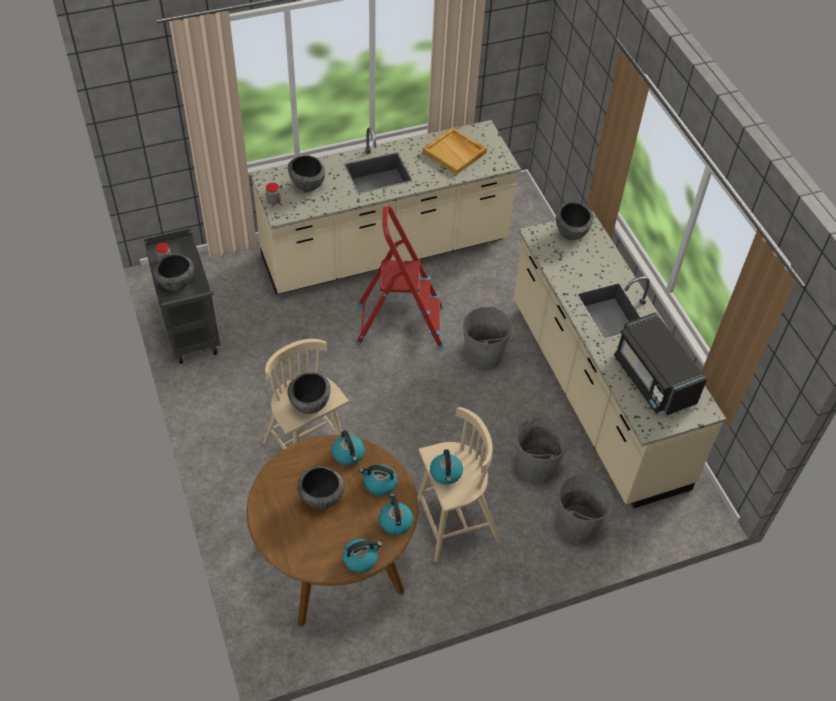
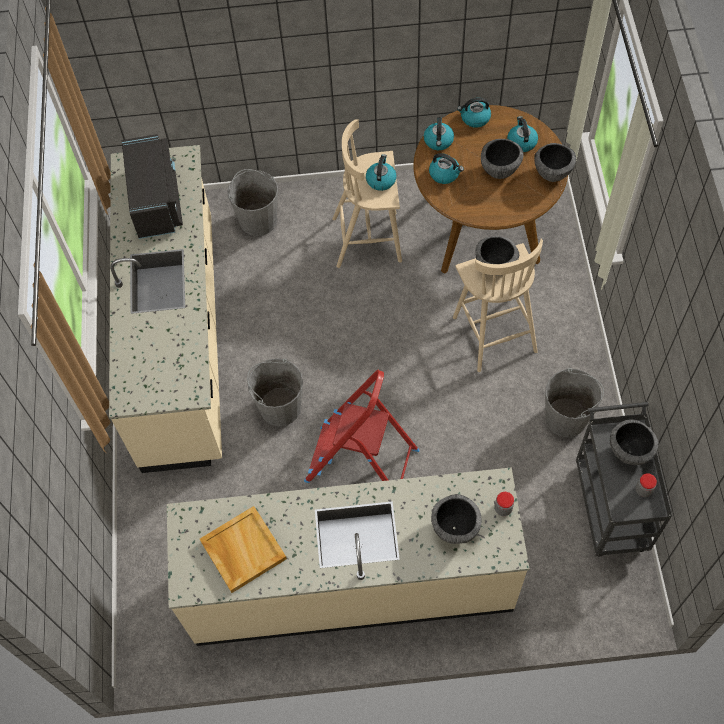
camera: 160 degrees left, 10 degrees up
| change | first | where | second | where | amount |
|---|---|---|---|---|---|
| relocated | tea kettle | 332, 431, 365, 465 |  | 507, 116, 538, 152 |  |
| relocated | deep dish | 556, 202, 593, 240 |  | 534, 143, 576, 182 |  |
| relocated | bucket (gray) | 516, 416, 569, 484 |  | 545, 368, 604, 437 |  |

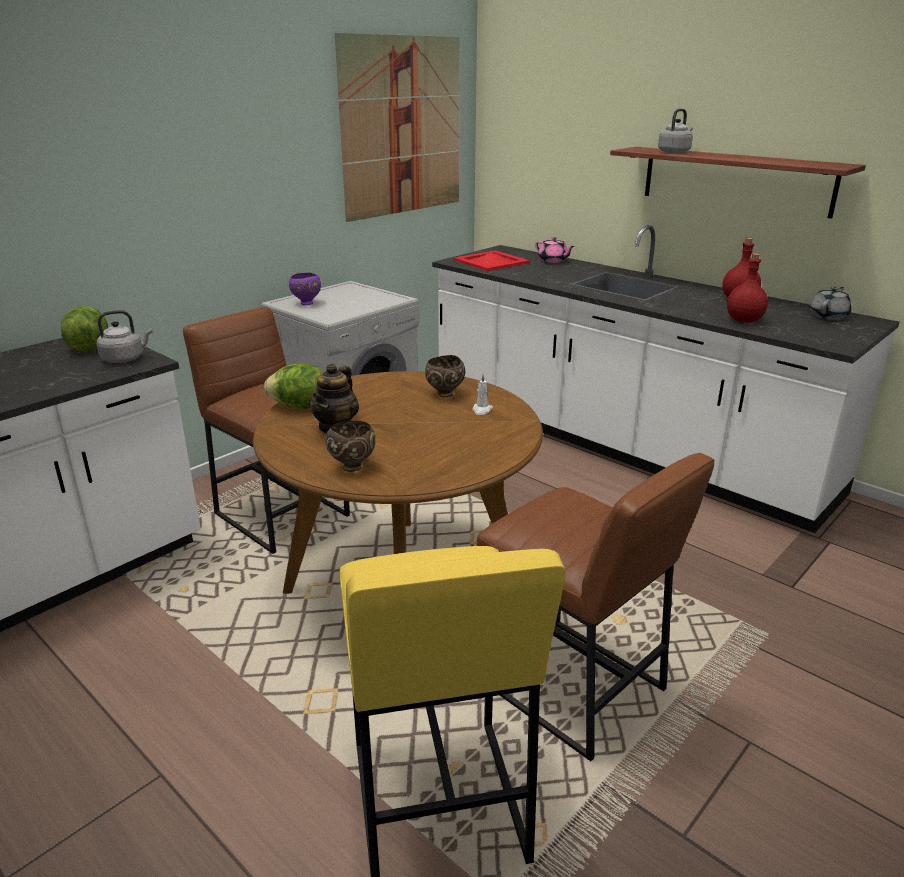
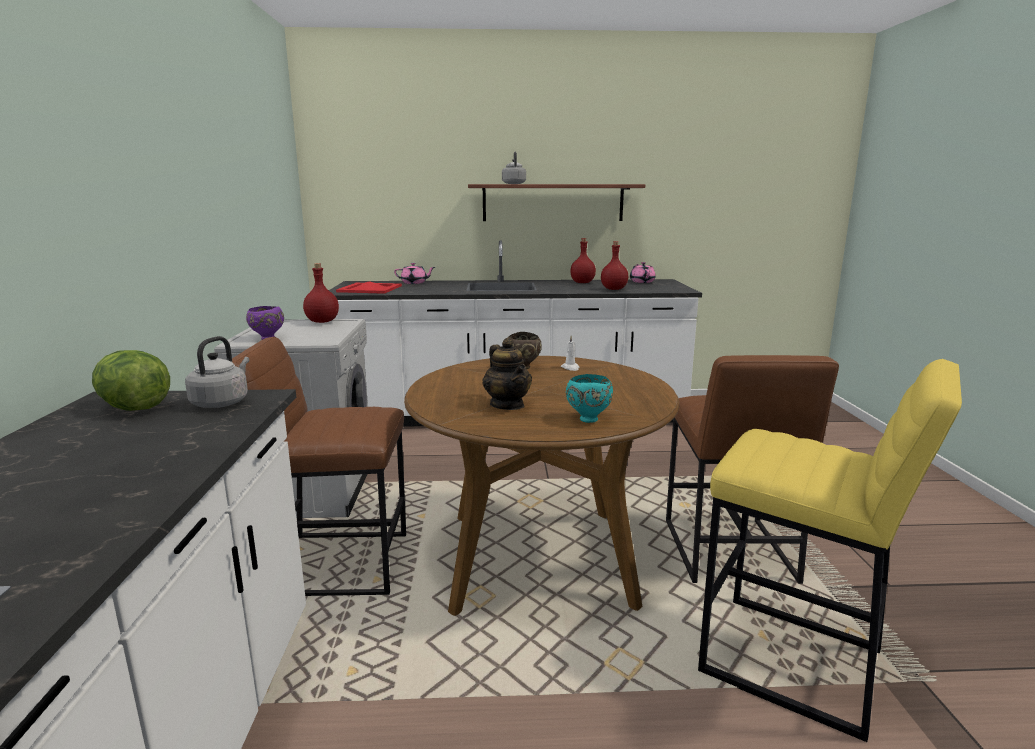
camera: 45 degrees left, 10 degrees down
| change | first | where | second | where | amount |
|---|---|---|---|---|---|
| appeared |  |  | bottle (red) | 303, 263, 339, 323 |  |
| colour | deep dish (brownish) | 326, 421, 376, 472 | deep dish (turquoise-coloured) | 566, 374, 613, 423 |  |
| colour | teapot (gray) | 809, 287, 852, 320 | teapot (pinkish) | 630, 262, 656, 283 |  |
| spun | chair (brownish) | 477, 453, 715, 761 |  | 666, 355, 839, 584 | 90 degrees clockwise |
| missing | lettuce head | 264, 364, 323, 409 |  |  |  |
| missing | picture | 335, 33, 460, 222 |  |  |  |

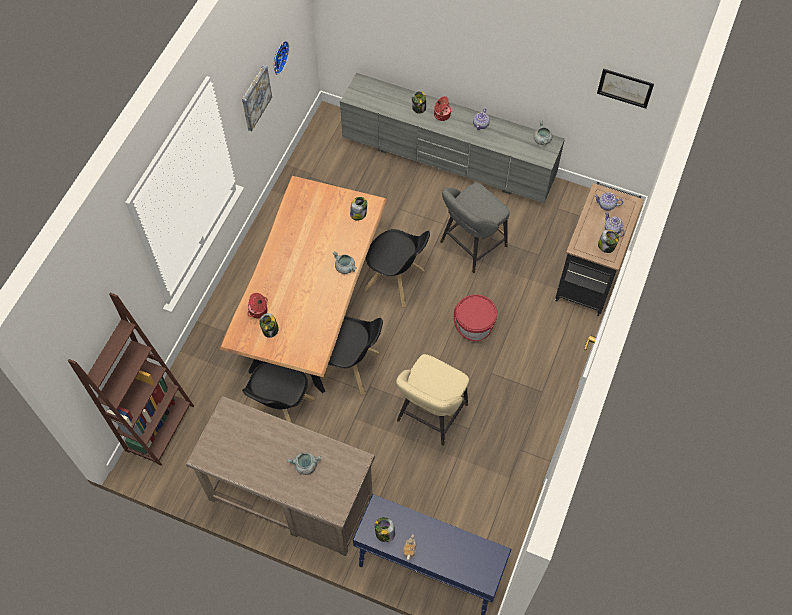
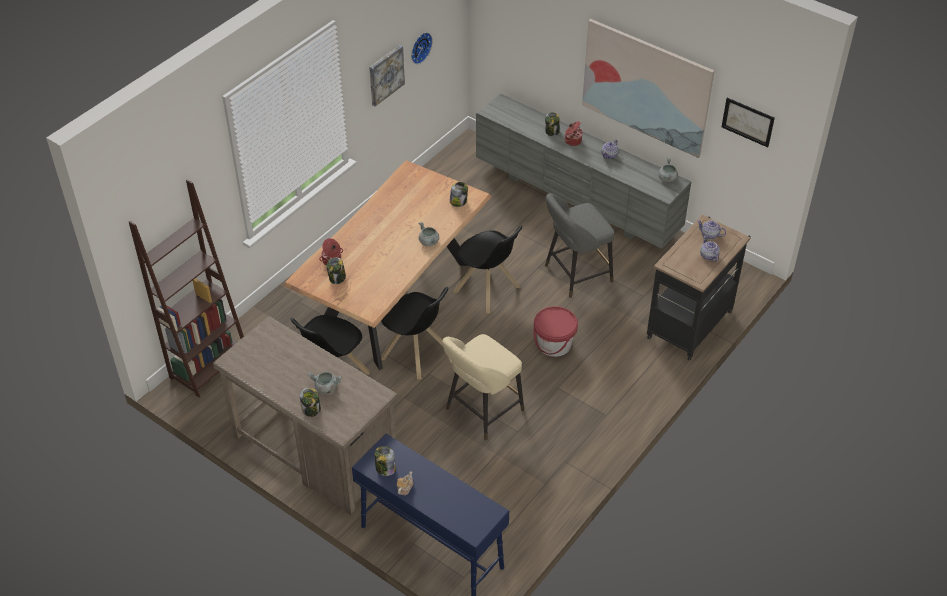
camera: 15 degrees right, 15 degrees down
| change | first | where | second | where | amount |
|---|---|---|---|---|---|
| relocated | jar | 598, 230, 619, 253 |  | 300, 388, 321, 417 |  |
| appeared |  |  | picture | 582, 19, 714, 158 |  |

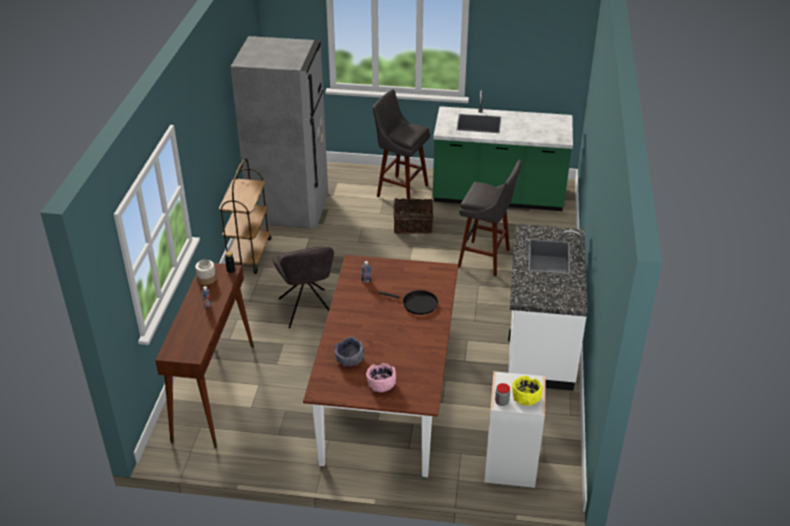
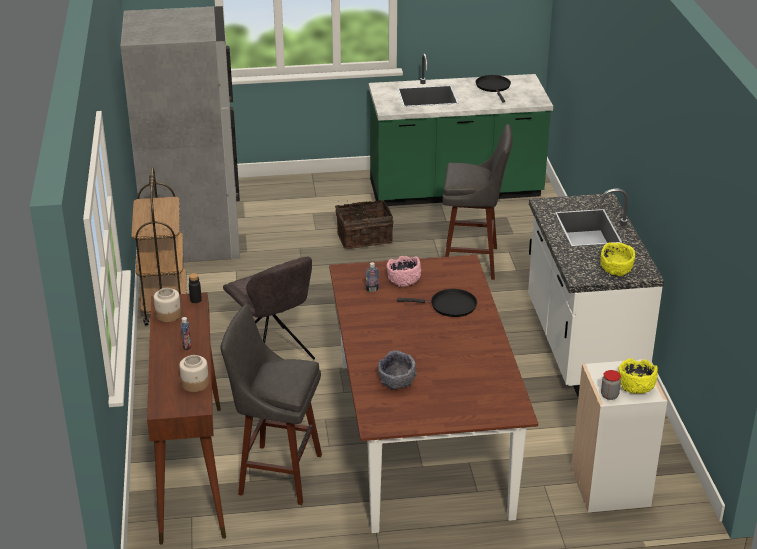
camera: 15 degrees left, 5 degrees down
| change | first | where | second | where | amount |
|---|---|---|---|---|---|
| appeared |  |  | jar | 179, 355, 209, 392 |  |
| relocated | sitting stool (gray) | 373, 89, 430, 199 |  | 220, 305, 322, 505 |  |
| relocated | deep dish (pinkish) | 366, 363, 396, 392 |  | 387, 255, 421, 287 |  |
| appeared |  |  | pan (blackish) | 476, 75, 511, 103 |  |
| appeared |  |  | deep dish (yellow) | 601, 242, 635, 276 |  |

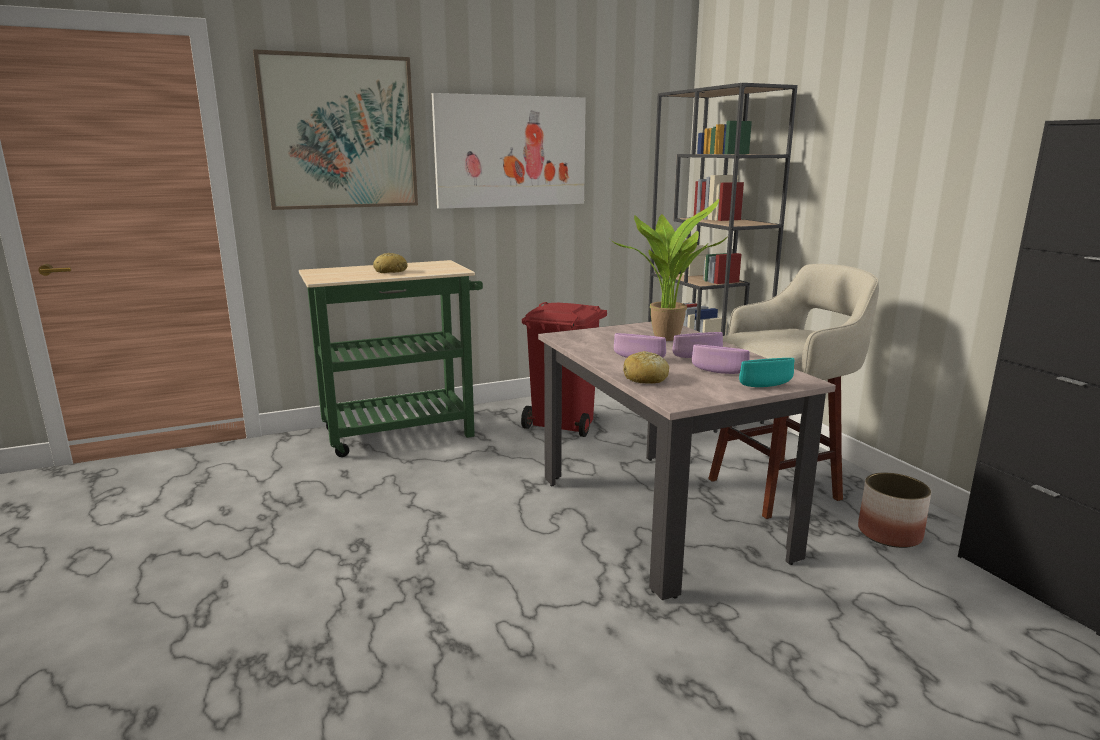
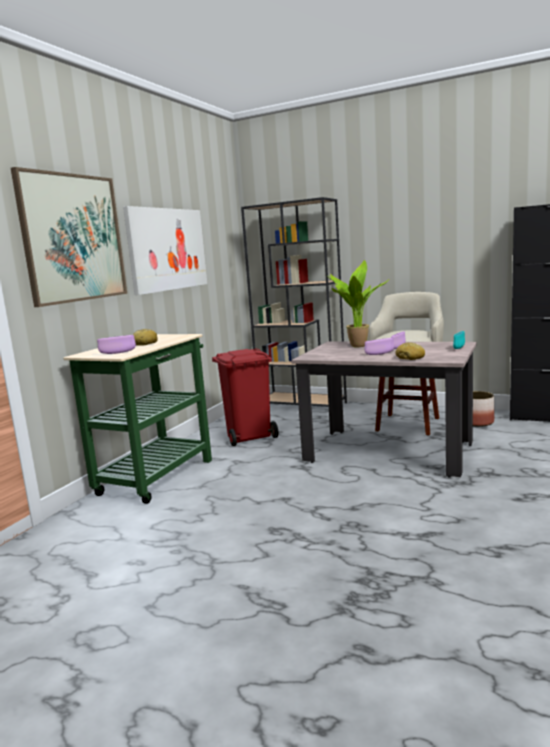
camera: 40 degrees left, 5 degrees down
| change | first | where | second | where | amount |
|---|---|---|---|---|---|
| relocated | deep dish (purple) | 692, 345, 750, 374 |  | 97, 335, 136, 354 |  |

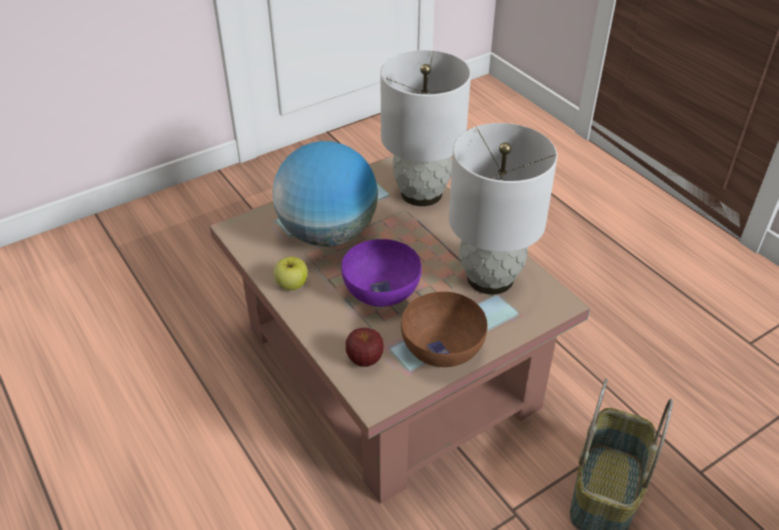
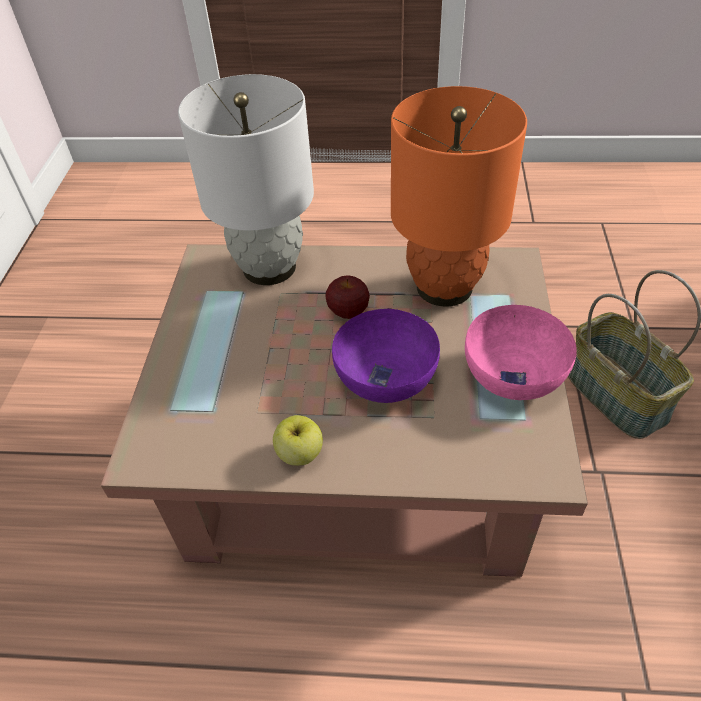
camera: 50 degrees left, 5 degrees up
| change | first | where | second | where | amount |
|---|---|---|---|---|---|
| relocated | apple | 346, 328, 384, 367 |  | 325, 275, 370, 319 |  |
| colour | lamp for a table (white-coloured) | 449, 123, 557, 295 | lamp for a table (orange-coloured) | 391, 86, 527, 306 |  |
| colour | deep dish (brownish) | 401, 292, 487, 367 | deep dish (pinkish) | 465, 305, 577, 400 |  |
| missing | desk globe | 272, 141, 378, 246 |  |  |  |

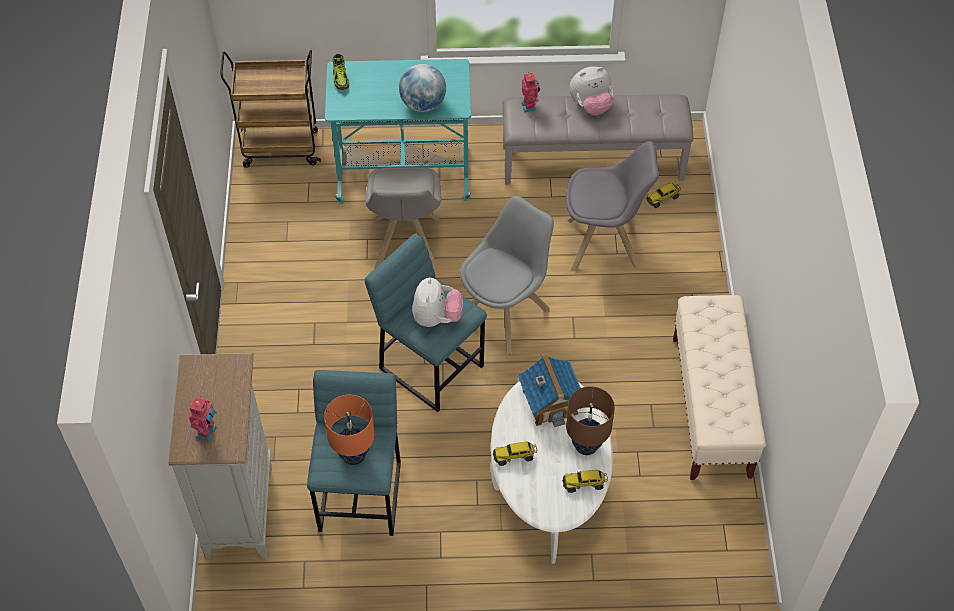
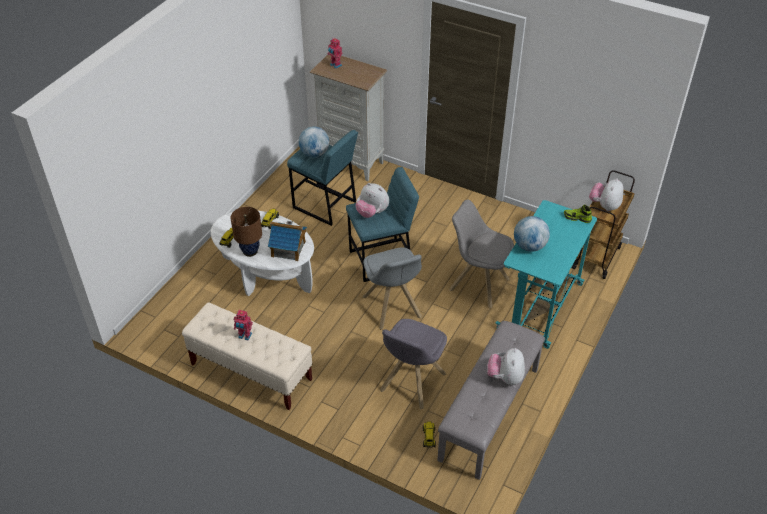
camera: 120 degrees right, 10 degrees down
| change | first | where | second | where | amount |
|---|---|---|---|---|---|
| relocated | model robot | 521, 71, 540, 112 |  | 234, 310, 253, 340 |  |
| exchanged | lamp for a table (orange-coloured) | 324, 395, 375, 465 | desk globe | 299, 126, 329, 157 |  |
| appeared |  |  | soft toy | 589, 178, 623, 211 |  |

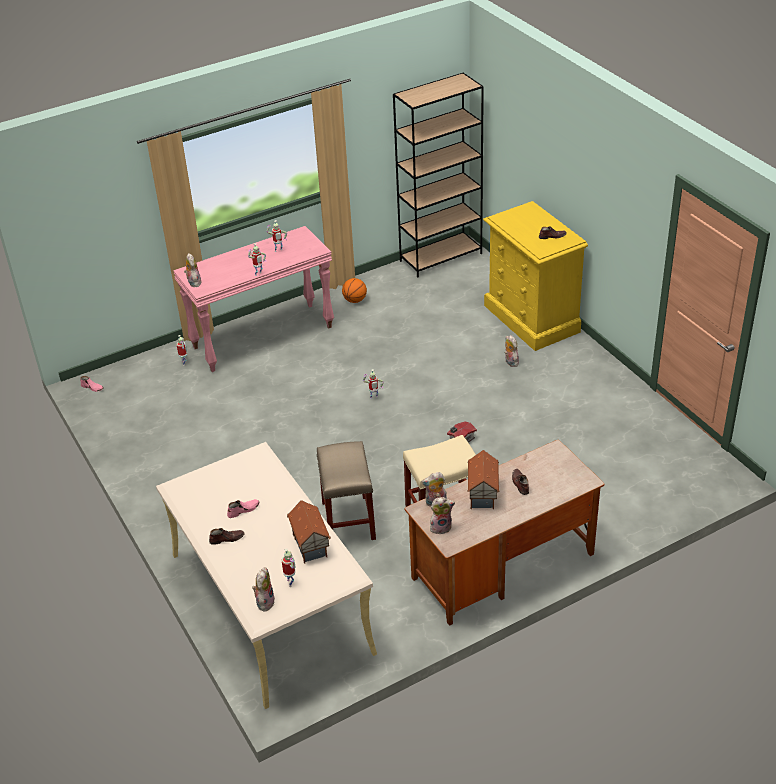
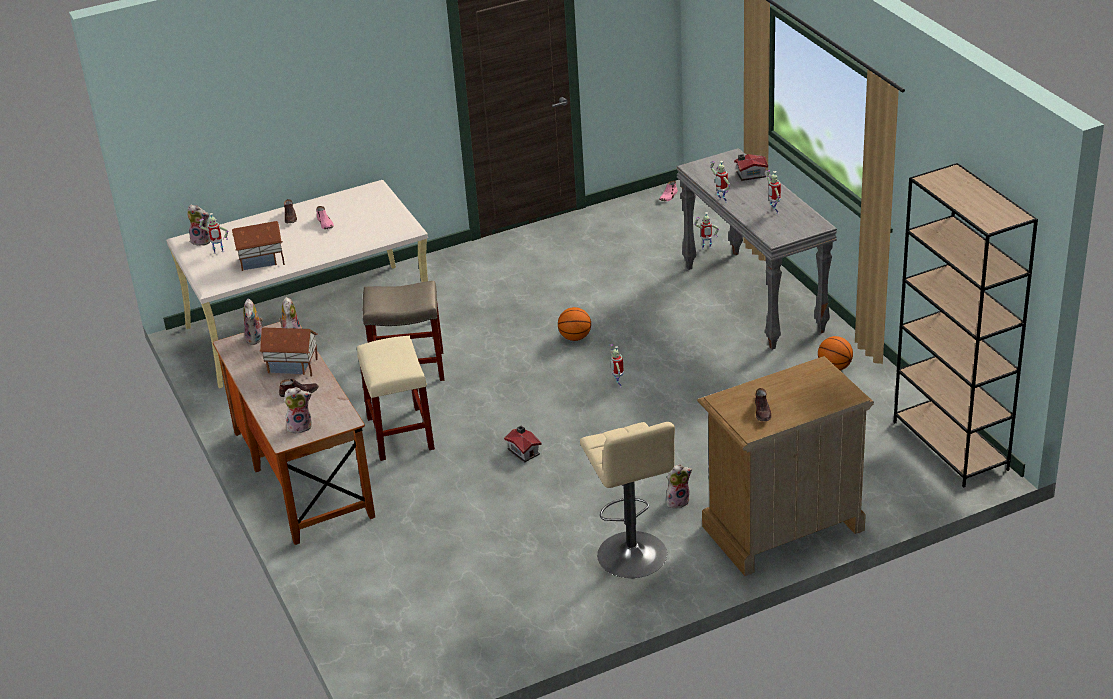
camera: 95 degrees right, 5 degrees down
| change | first | where | second | where | amount |
|---|---|---|---|---|---|
| relocated | soft toy | 184, 253, 202, 287 |  | 283, 387, 312, 435 |  |
| appeared |  |  | ball for basketball | 558, 307, 591, 341 |  |
| appeared |  |  | sitting stool (beige) | 580, 422, 675, 578 |  |
| colour | console table (pinkish) | 173, 226, 334, 372 | console table (gray) | 677, 148, 837, 350 |  |
| colour | chest of drawers (yellow) | 483, 201, 588, 351 | chest of drawers (brownish) | 697, 356, 874, 576 |  |
| appeared |  |  | miniature house | 734, 154, 768, 181 |  |

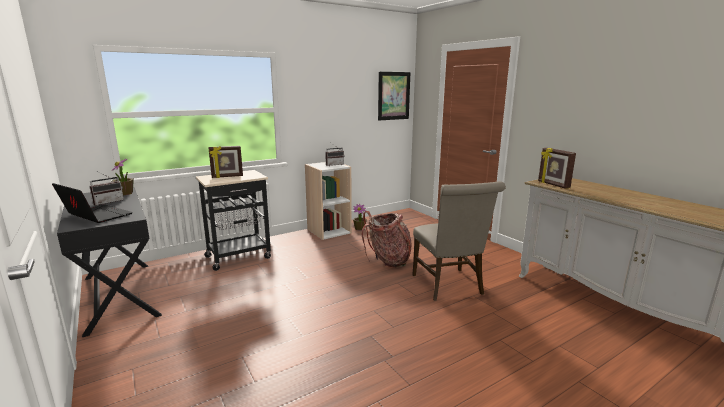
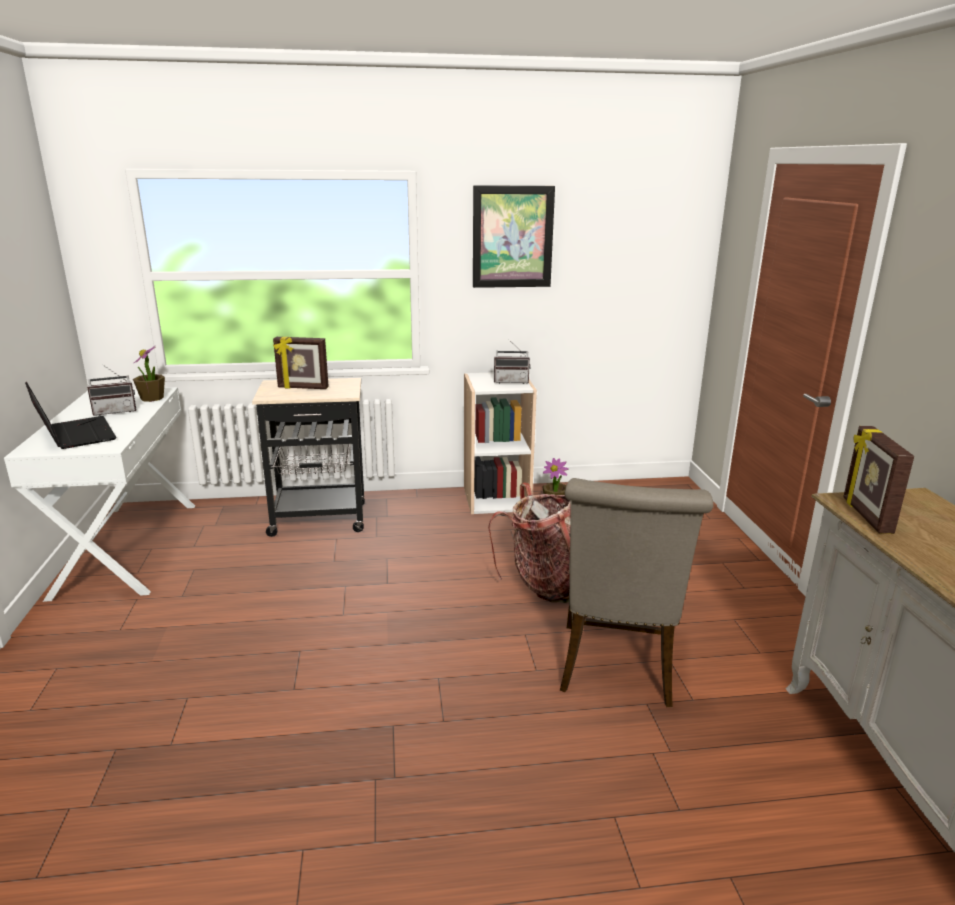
camera: 25 degrees right, 5 degrees up
| change | first | where | second | where | amount |
|---|---|---|---|---|---|
| colour | desk (blackish) | 57, 187, 162, 337 | desk (white-coloured) | 4, 387, 195, 602 |  |
| relocated | picture | 378, 72, 410, 121 |  | 473, 185, 555, 288 |  |

